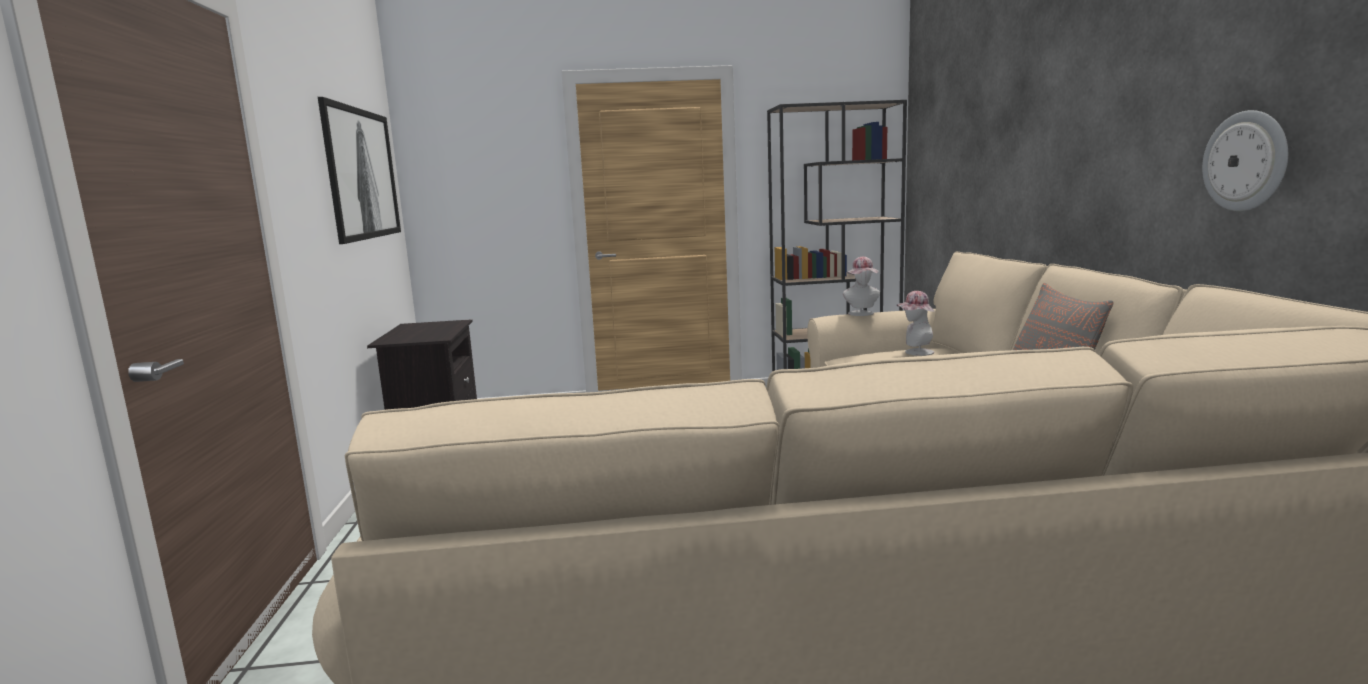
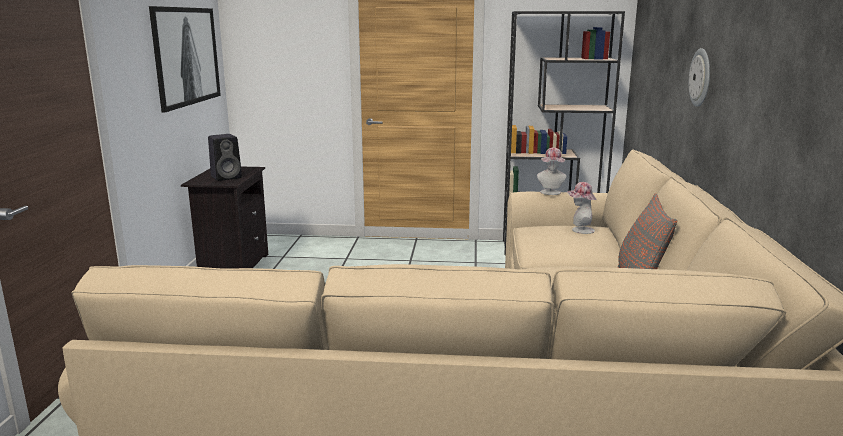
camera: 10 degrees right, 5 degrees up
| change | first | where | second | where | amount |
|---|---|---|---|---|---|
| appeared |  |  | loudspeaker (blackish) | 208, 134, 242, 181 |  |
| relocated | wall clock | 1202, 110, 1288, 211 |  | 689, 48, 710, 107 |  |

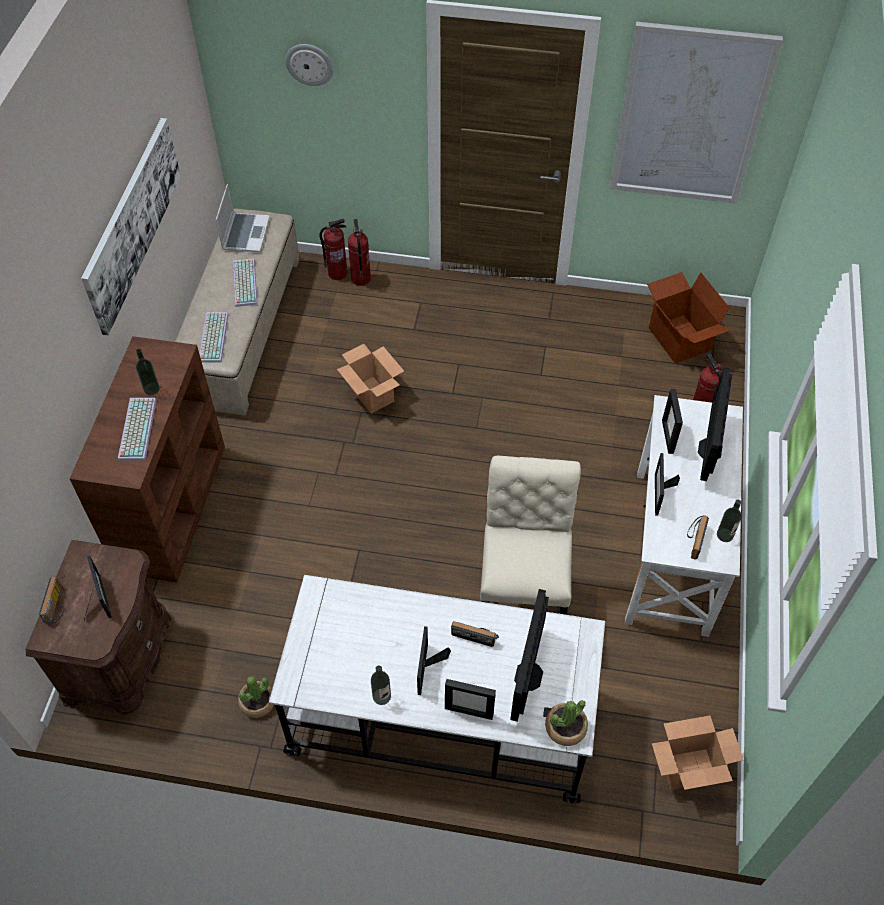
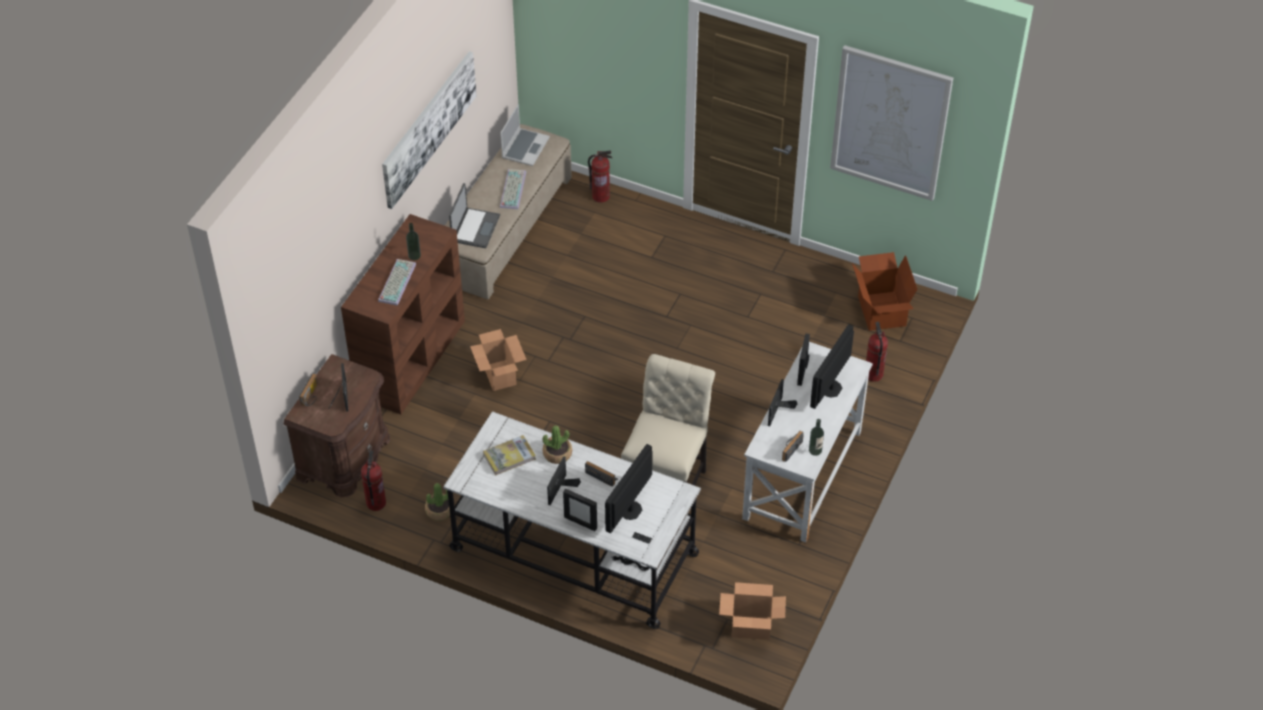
camera: 15 degrees right, 5 degrees down
| change | first | where | second | where | amount |
|---|---|---|---|---|---|
| relocated | fire-fighting cylinder | 348, 219, 371, 286 |  | 361, 450, 386, 511 |  |
| exchanged | PC keyboard | 200, 312, 229, 362 | laptop | 449, 183, 500, 248 |  |
| relocated | carton | 337, 344, 404, 414 |  | 470, 329, 527, 391 |  |
| appeared |  |  | volume | 483, 435, 536, 476 |  |
| relocated | potted plant | 545, 700, 588, 746 |  | 543, 425, 572, 464 |  |
| missing | wall clock | 285, 44, 333, 86 |  |  |  |
| missing | bottle | 371, 665, 391, 705 |  |  |  |

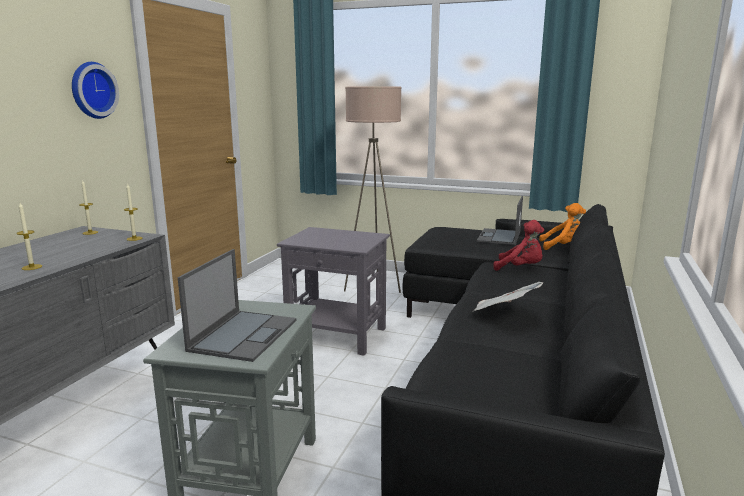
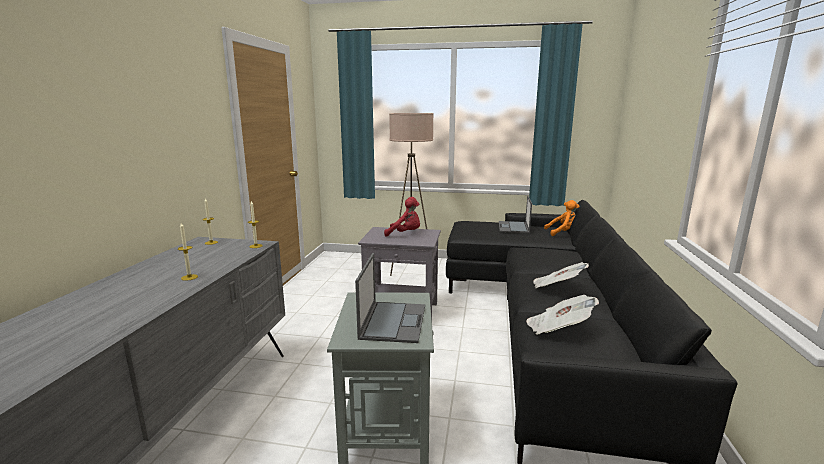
camera: 10 degrees left, 0 degrees up
| change | first | where | second | where | amount |
|---|---|---|---|---|---|
| relocated | soft toy (red) | 493, 220, 544, 271 |  | 384, 197, 420, 237 |  |
| appeared |  |  | printed paper | 526, 295, 599, 335 |  |
| missing | wall clock | 72, 62, 119, 119 |  |  |  |

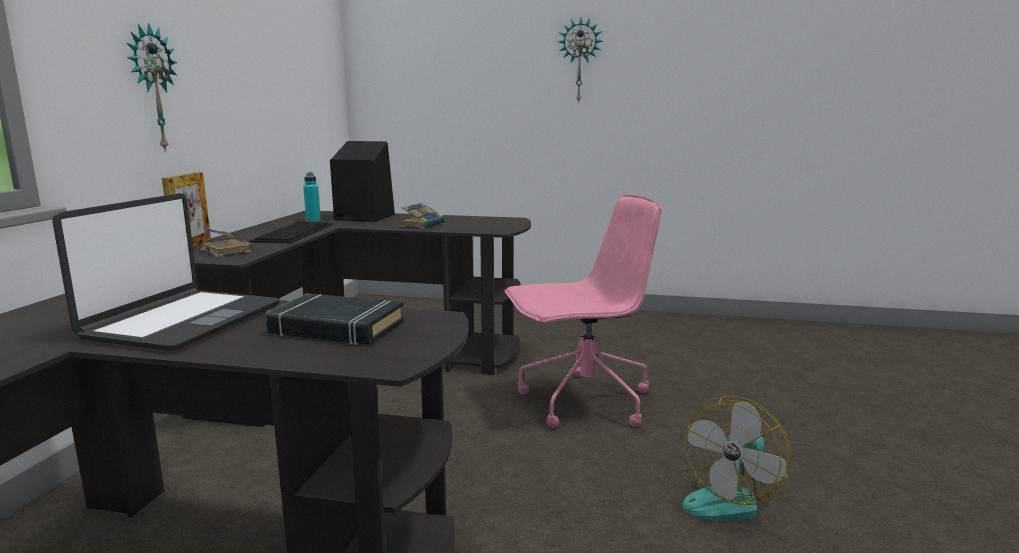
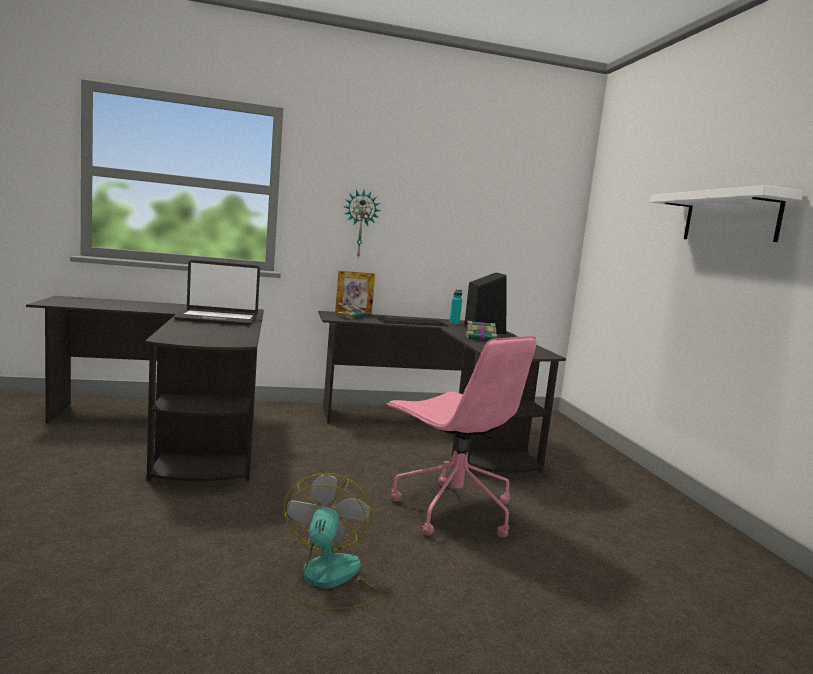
camera: 65 degrees right, 5 degrees down
| change | first | where | second | where | amount |
|---|---|---|---|---|---|
| spun | electric fan | 681, 396, 792, 521 |  | 284, 473, 381, 610 | 75 degrees clockwise |
| exchanged | wall clock | 558, 18, 602, 103 | bracket shelf (white-coloured) | 649, 185, 804, 242 |  |
| missing | volume (blackish) | 265, 293, 404, 345 |  |  |  |

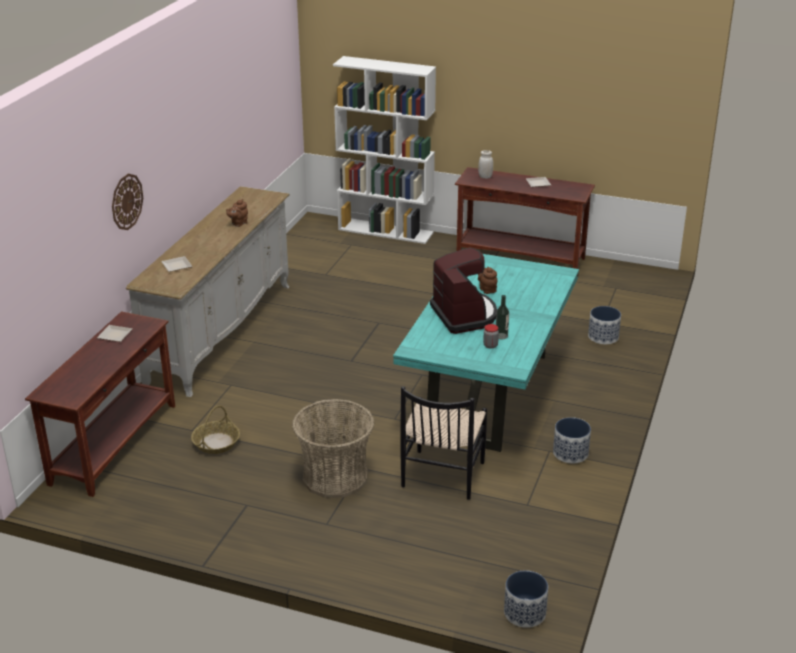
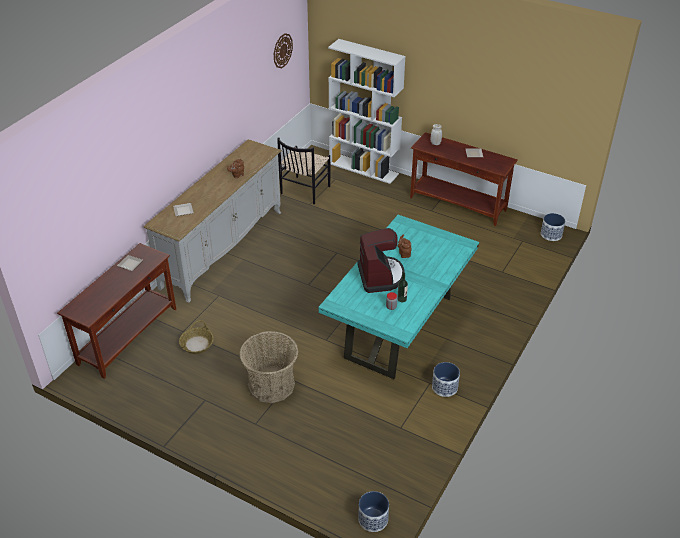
camera: 10 degrees right, 10 degrees up
| change | first | where | second | where | amount |
|---|---|---|---|---|---|
| relocated | wall clock | 112, 174, 143, 230 |  | 274, 33, 293, 68 |  |
| relocated | chair (blackish) | 400, 386, 487, 500 |  | 277, 137, 331, 204 |  |
| relocated | flower pot | 588, 306, 621, 344 |  | 541, 213, 565, 241 |  |

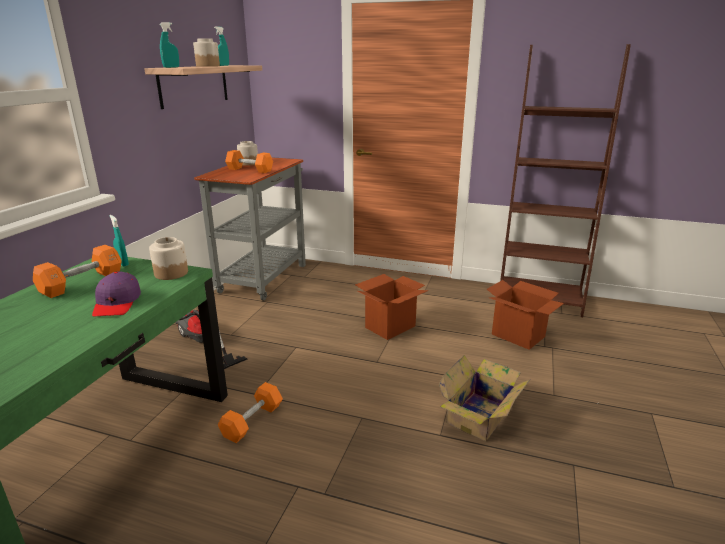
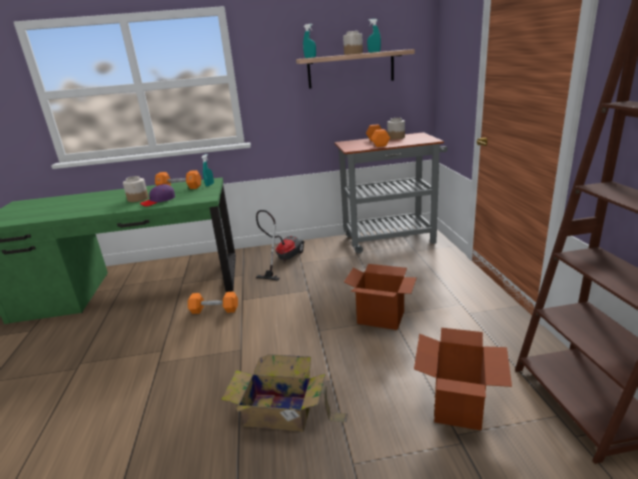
camera: 65 degrees right, 0 degrees up
| change | first | where | second | where | amount |
|---|---|---|---|---|---|
| relocated | jar | 149, 237, 188, 280 |  | 123, 176, 148, 202 |  |

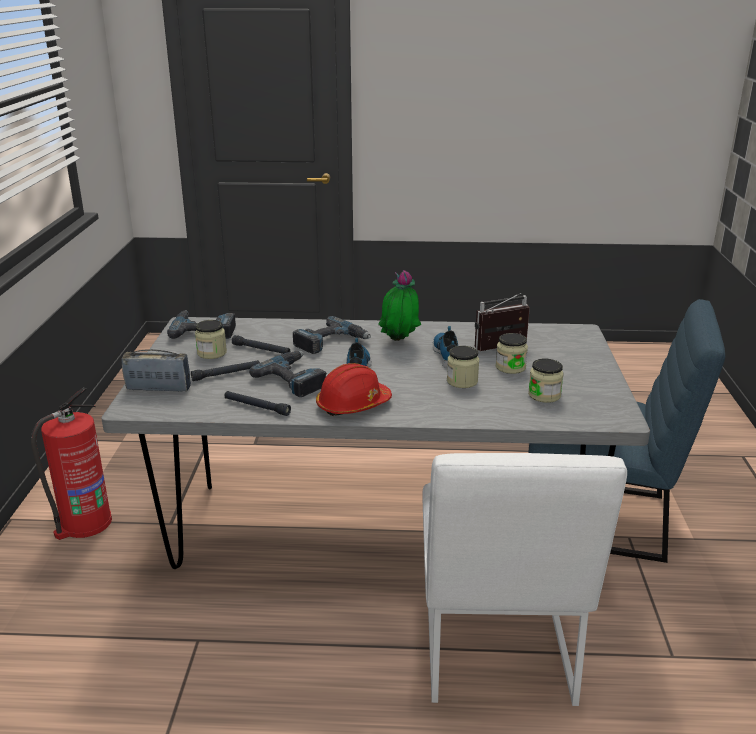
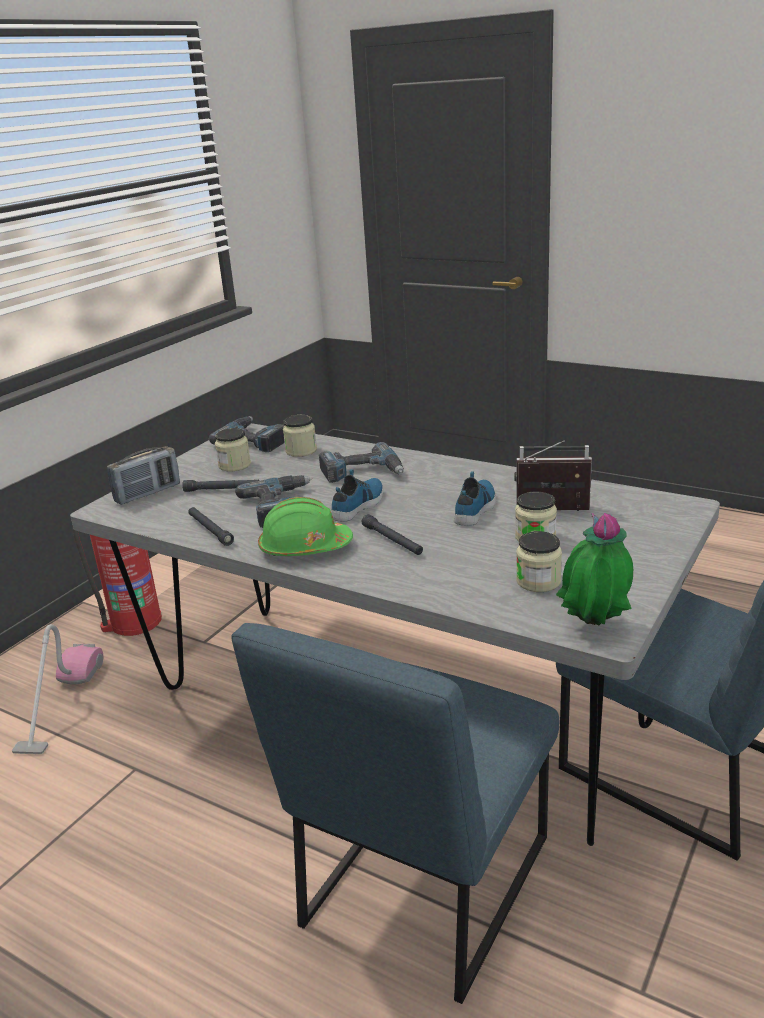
camera: 30 degrees right, 0 degrees up
| change | first | where | second | where | amount |
|---|---|---|---|---|---|
| appeared |  |  | hoover | 12, 624, 103, 755 |  |
| spun | radio set | 121, 349, 191, 392 |  | 107, 446, 180, 505 | 105 degrees clockwise |
| colour | chair (white-coloured) | 423, 453, 627, 706 | chair (blue-coloured) | 231, 623, 559, 1004 |  |
| colour | hard hat (red) | 316, 363, 392, 416 | hard hat (green) | 258, 497, 353, 556 |  |
| relocated | jar | 447, 346, 479, 388 |  | 283, 415, 317, 457 |  |
| relocated | hand torch (blackish) | 232, 335, 290, 354 |  | 362, 514, 423, 555 |  |
| relocated | potted plant | 378, 270, 421, 341 |  | 556, 513, 633, 625 |  |

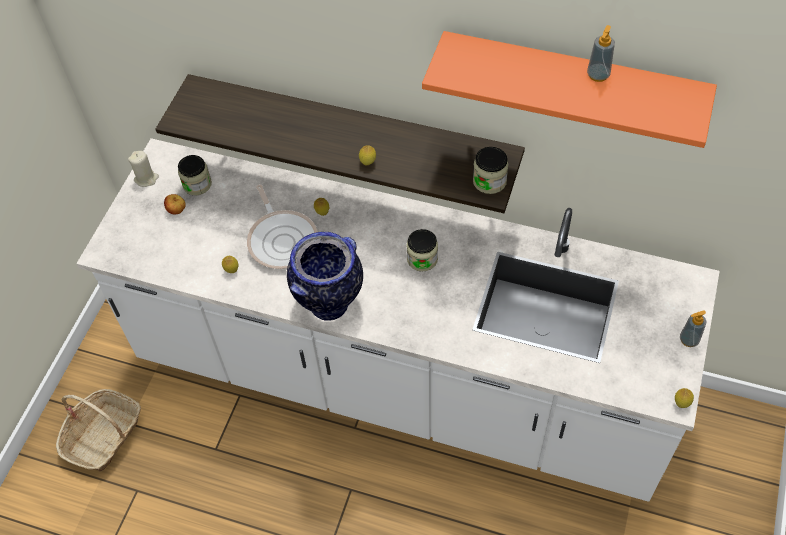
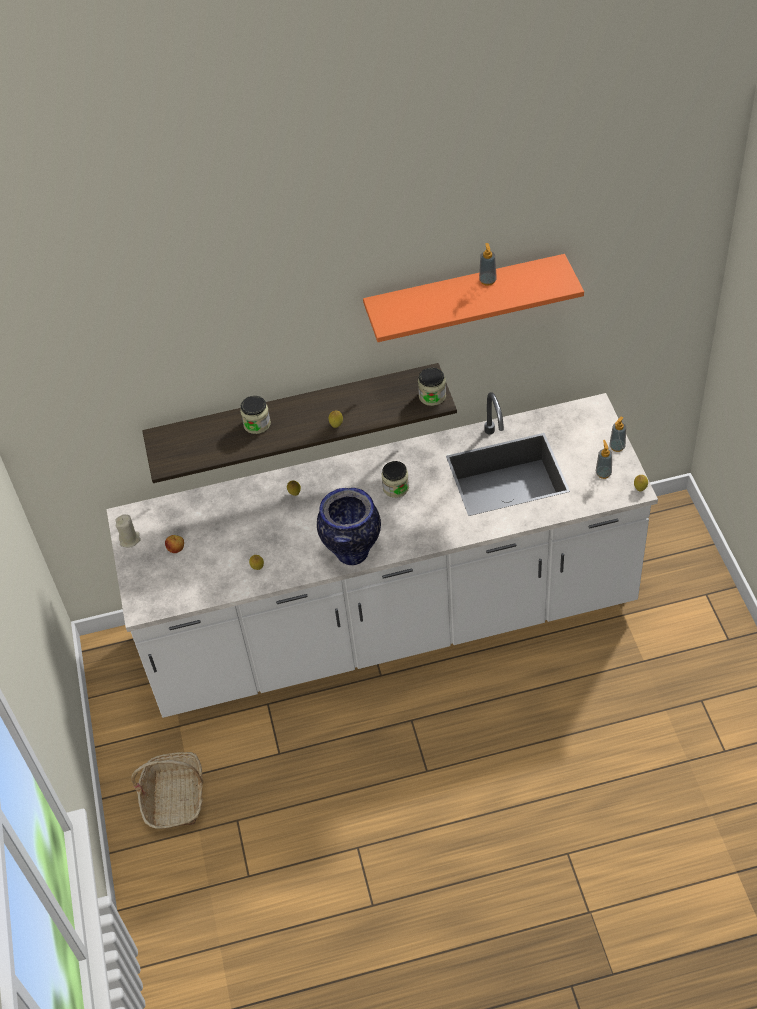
camera: 30 degrees left, 5 degrees down
| change | first | where | second | where | amount |
|---|---|---|---|---|---|
| relocated | jar | 178, 155, 212, 195 |  | 240, 396, 271, 434 |  |
| appeared |  |  | soap dispenser | 596, 440, 612, 479 |  |
| missing | pan | 247, 185, 318, 269 |  |  |  |

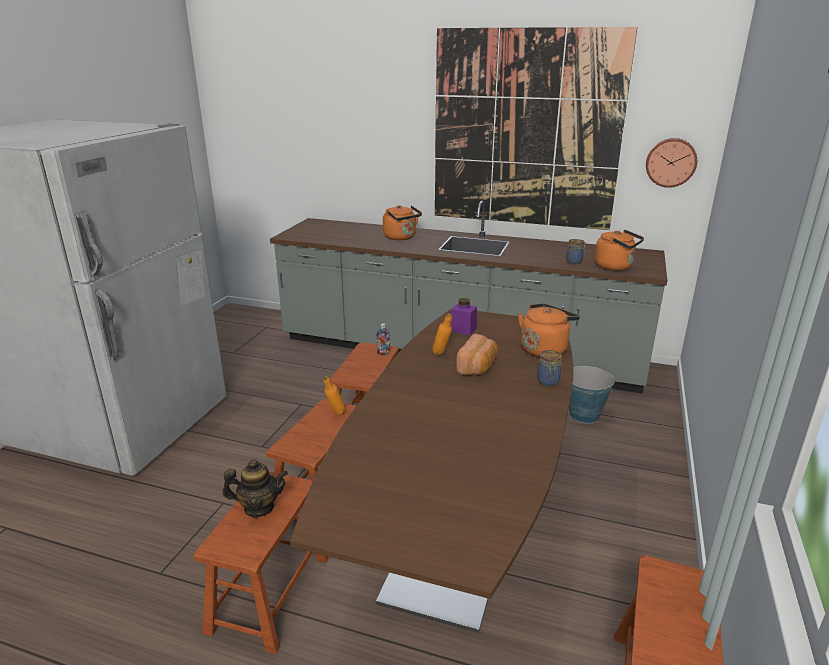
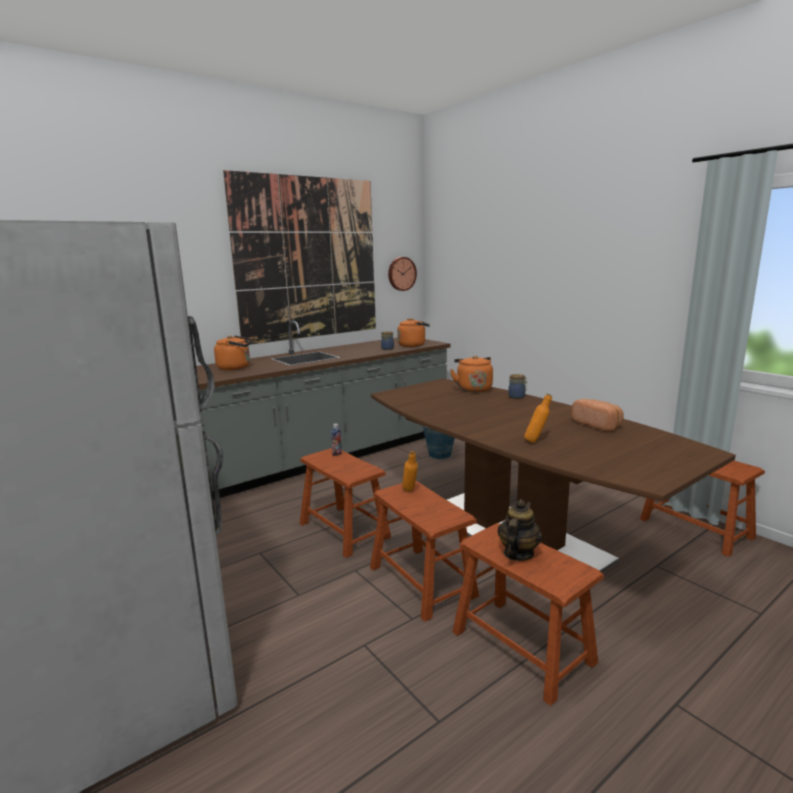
camera: 55 degrees left, 10 degrees down
| change | first | where | second | where | amount |
|---|---|---|---|---|---|
| relocated | bottle (orange-coloured) | 432, 314, 452, 355 |  | 524, 394, 552, 443 |  |
| relocated | bread | 456, 334, 498, 375 |  | 571, 399, 624, 431 |  |
| missing | jar (purple) | 450, 298, 477, 335 |  |  |  |

